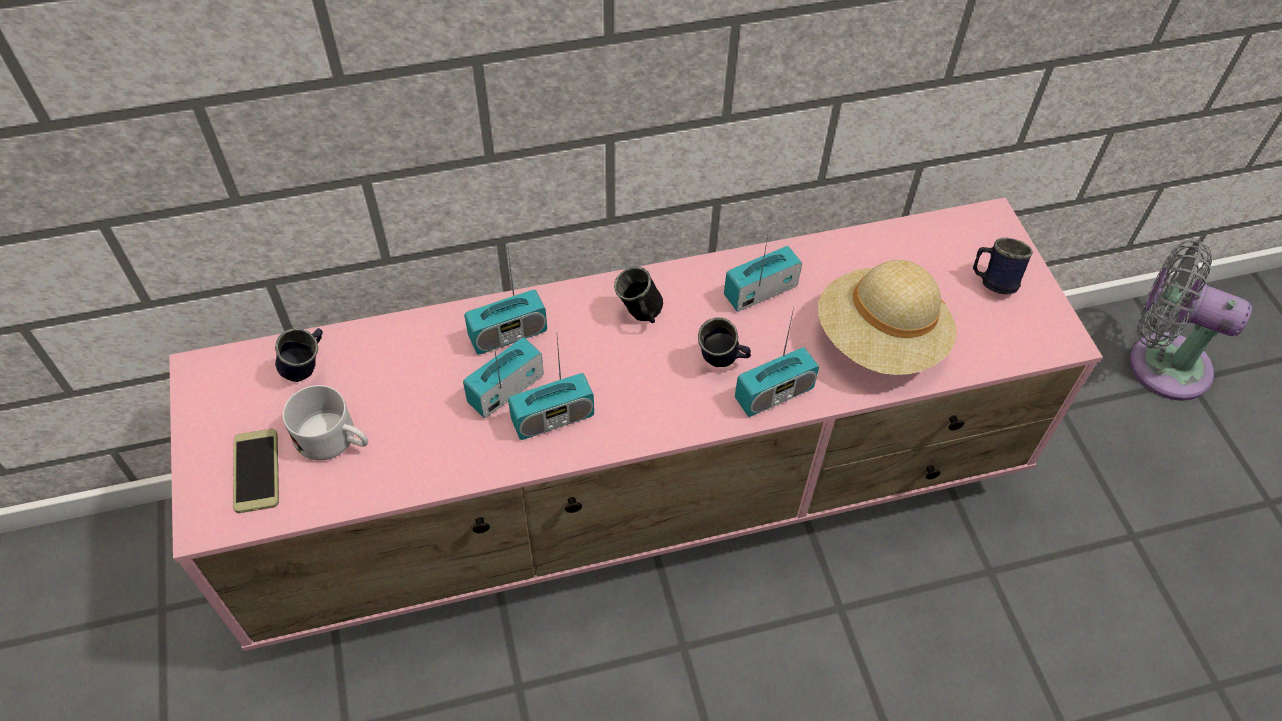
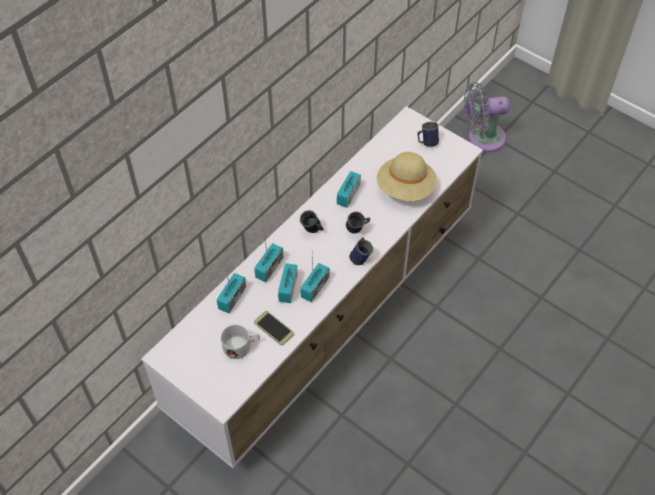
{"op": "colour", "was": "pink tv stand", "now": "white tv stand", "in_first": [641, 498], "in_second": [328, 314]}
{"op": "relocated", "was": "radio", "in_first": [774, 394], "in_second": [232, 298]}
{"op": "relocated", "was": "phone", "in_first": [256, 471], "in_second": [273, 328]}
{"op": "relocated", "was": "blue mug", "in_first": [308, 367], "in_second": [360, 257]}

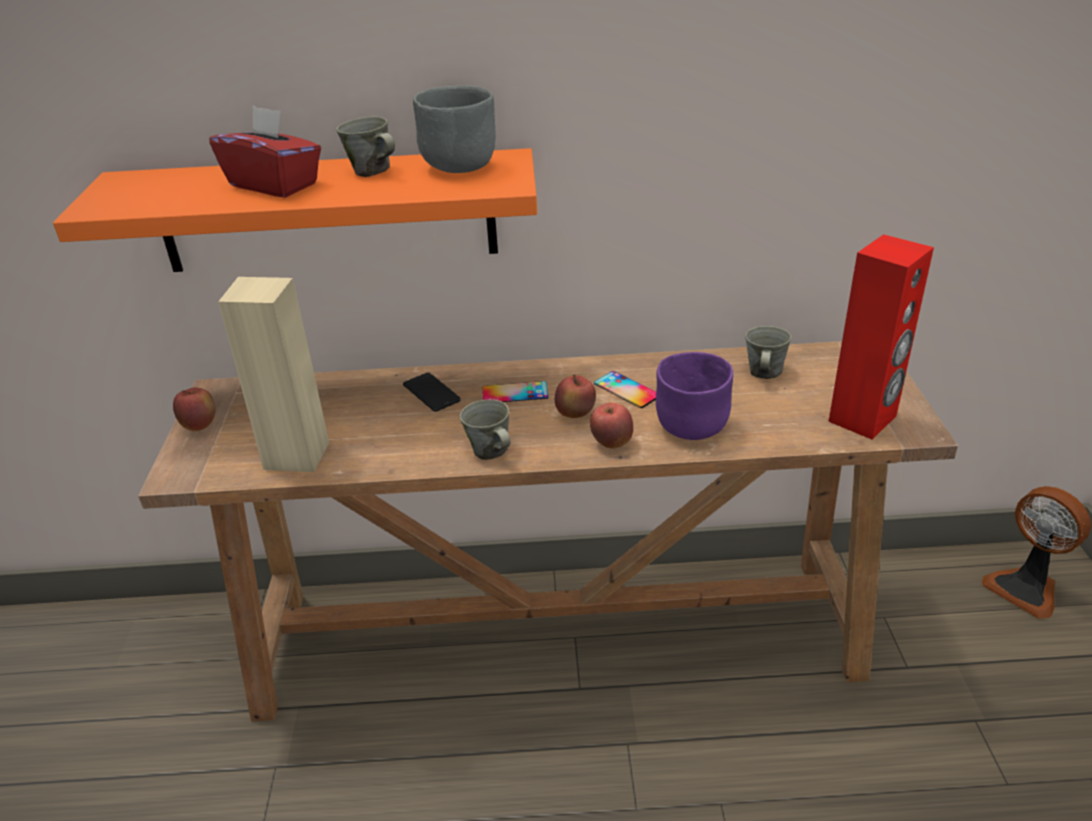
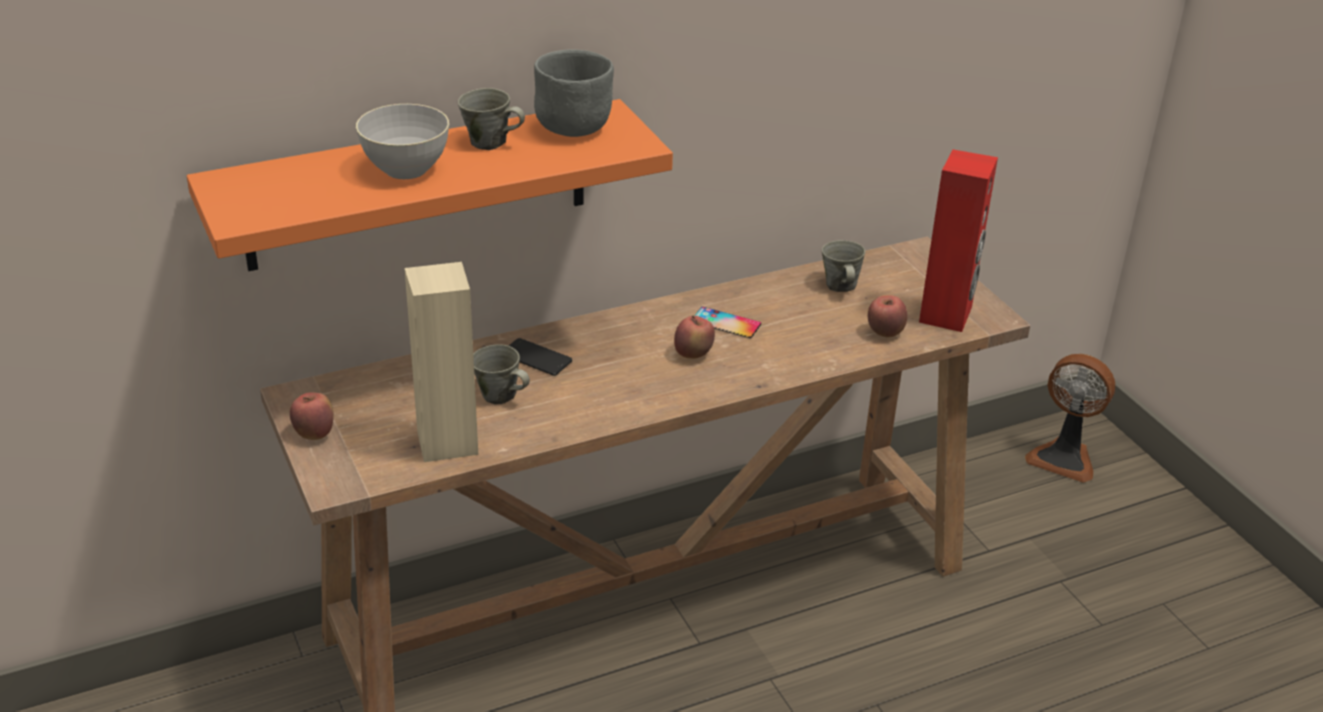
{"op": "exchanged", "was": "red tissue box", "now": "grey bowl", "in_first": [275, 185], "in_second": [405, 169]}
{"op": "relocated", "was": "grey mug", "in_first": [490, 451], "in_second": [500, 396]}
{"op": "relocated", "was": "apple", "in_first": [611, 443], "in_second": [885, 333]}
{"op": "missing", "was": "phone", "in_first": [515, 393]}
{"op": "missing", "was": "purple bowl", "in_first": [691, 427]}

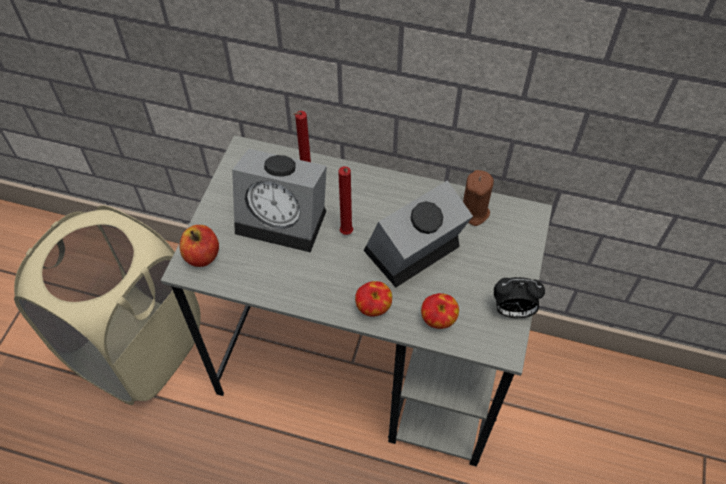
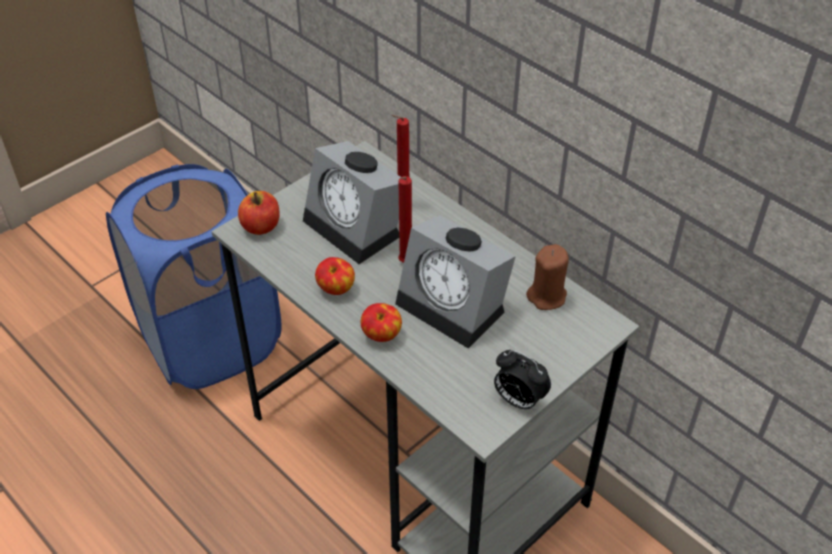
{"op": "colour", "was": "beige laundry basket", "now": "blue laundry basket", "in_first": [138, 348], "in_second": [211, 341]}
{"op": "relocated", "was": "apple", "in_first": [438, 319], "in_second": [336, 289]}
{"op": "spun", "was": "alarm clock", "in_first": [412, 253], "in_second": [455, 306], "clockwise": -135}

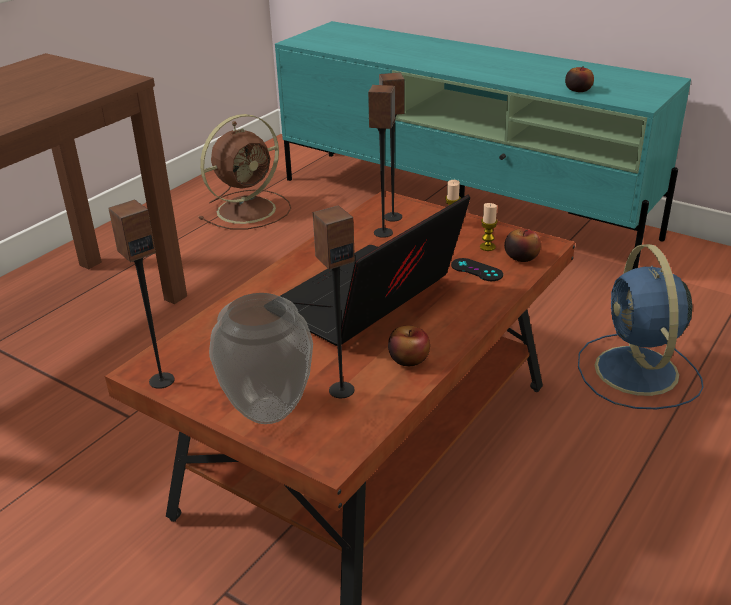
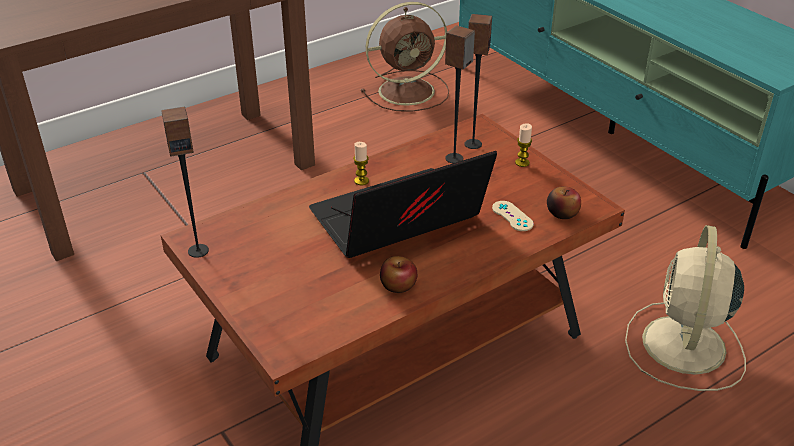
{"op": "relocated", "was": "candle", "in_first": [487, 247], "in_second": [361, 181]}
{"op": "colour", "was": "black game controller", "now": "beige game controller", "in_first": [476, 270], "in_second": [512, 216]}
{"op": "colour", "was": "blue fan", "now": "beige fan", "in_first": [637, 373], "in_second": [683, 347]}
{"op": "missing", "was": "vase", "in_first": [266, 411]}
{"op": "missing", "was": "speaker", "in_first": [341, 390]}
{"op": "missing", "was": "apple", "in_first": [578, 90]}

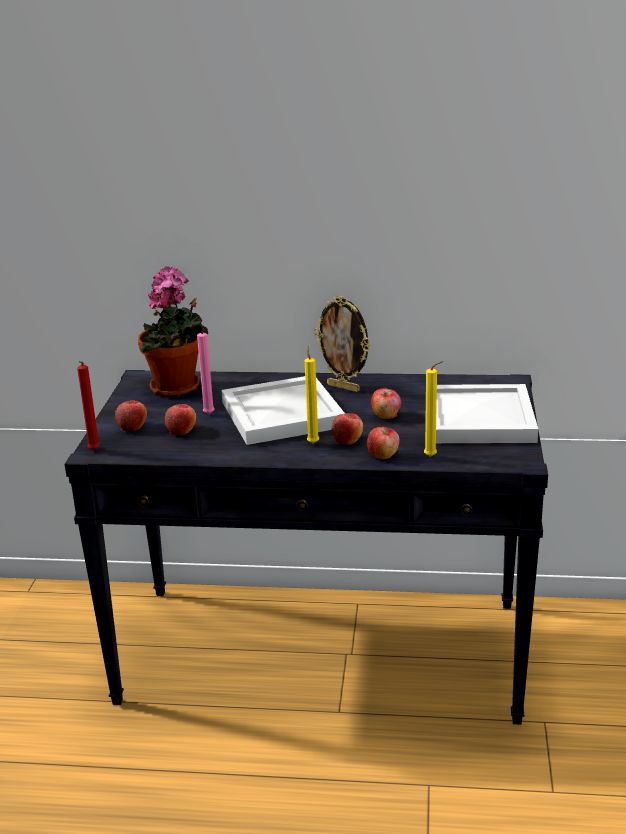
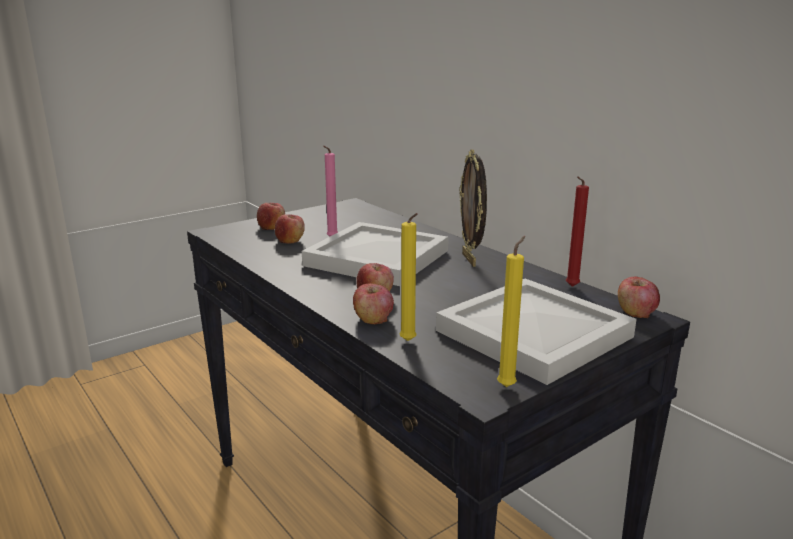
{"op": "relocated", "was": "yellow candle", "in_first": [313, 442], "in_second": [508, 385]}
{"op": "relocated", "was": "red candle", "in_first": [93, 451], "in_second": [570, 287]}
{"op": "relocated", "was": "apple", "in_first": [386, 415], "in_second": [636, 312]}
{"op": "missing", "was": "potted plant", "in_first": [178, 389]}

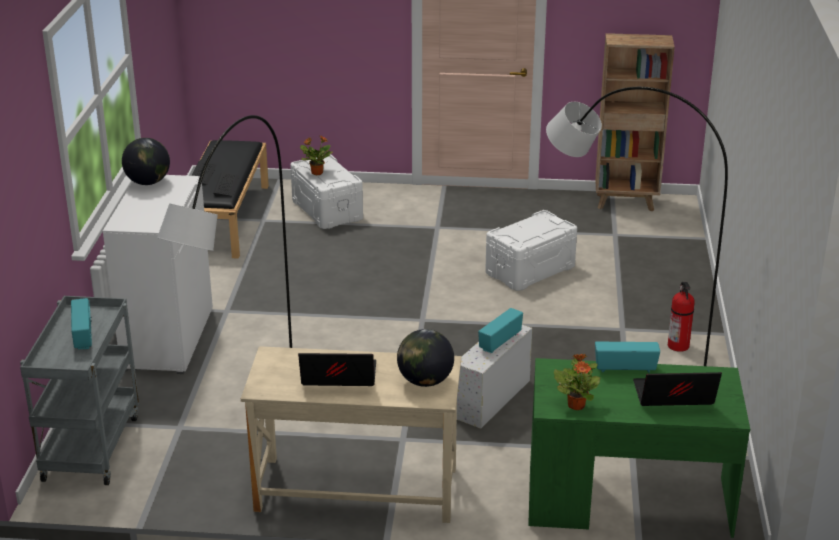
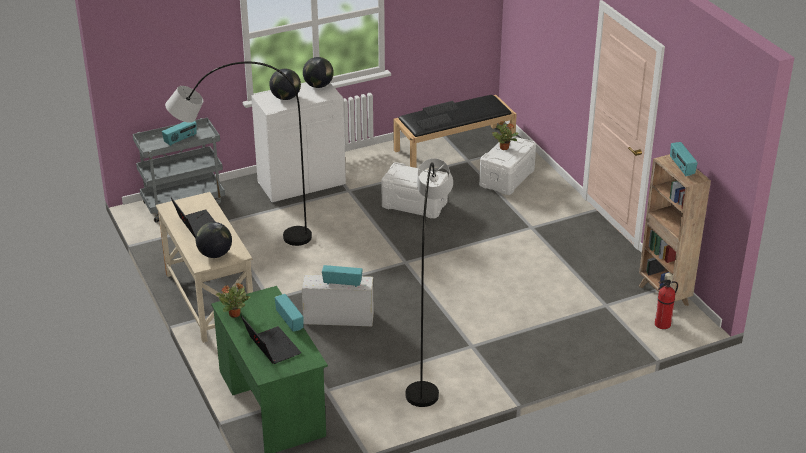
{"op": "appeared", "now": "globe", "in_second": [286, 98]}
{"op": "relocated", "was": "white storage box", "in_first": [530, 270], "in_second": [414, 205]}
{"op": "relocated", "was": "fire extinguisher", "in_first": [679, 346], "in_second": [662, 324]}
{"op": "appeared", "now": "radio", "in_second": [681, 167]}

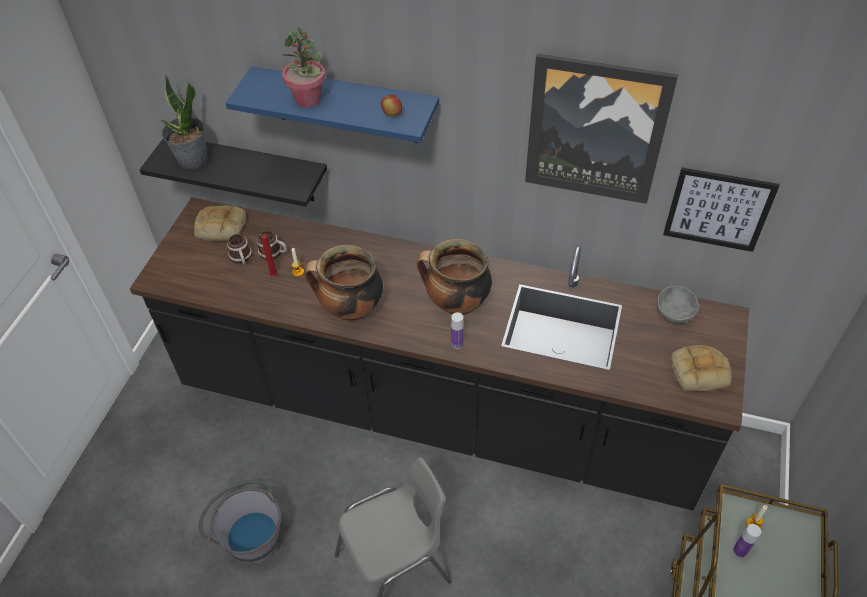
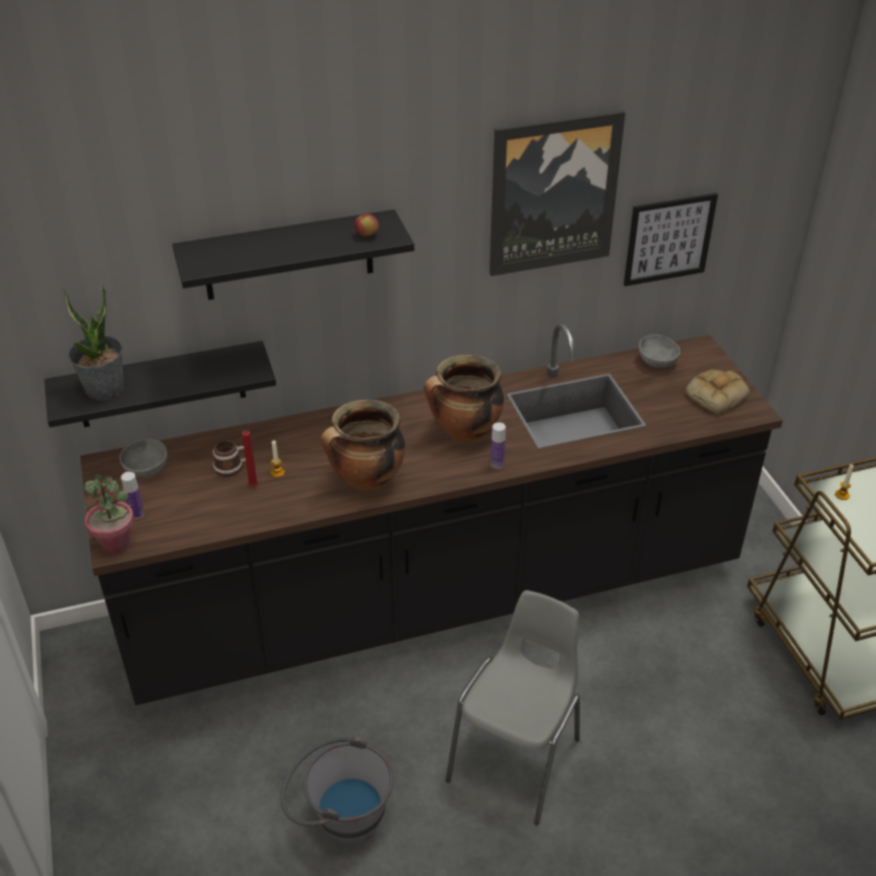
{"op": "relocated", "was": "potted plant", "in_first": [308, 99], "in_second": [116, 543]}
{"op": "exchanged", "was": "bread", "now": "grey bowl", "in_first": [220, 227], "in_second": [146, 469]}
{"op": "relocated", "was": "bottle", "in_first": [740, 551], "in_second": [137, 514]}
{"op": "colour", "was": "blue shelf", "now": "black shelf", "in_first": [346, 105], "in_second": [288, 255]}
{"op": "missing", "was": "mug", "in_first": [241, 258]}

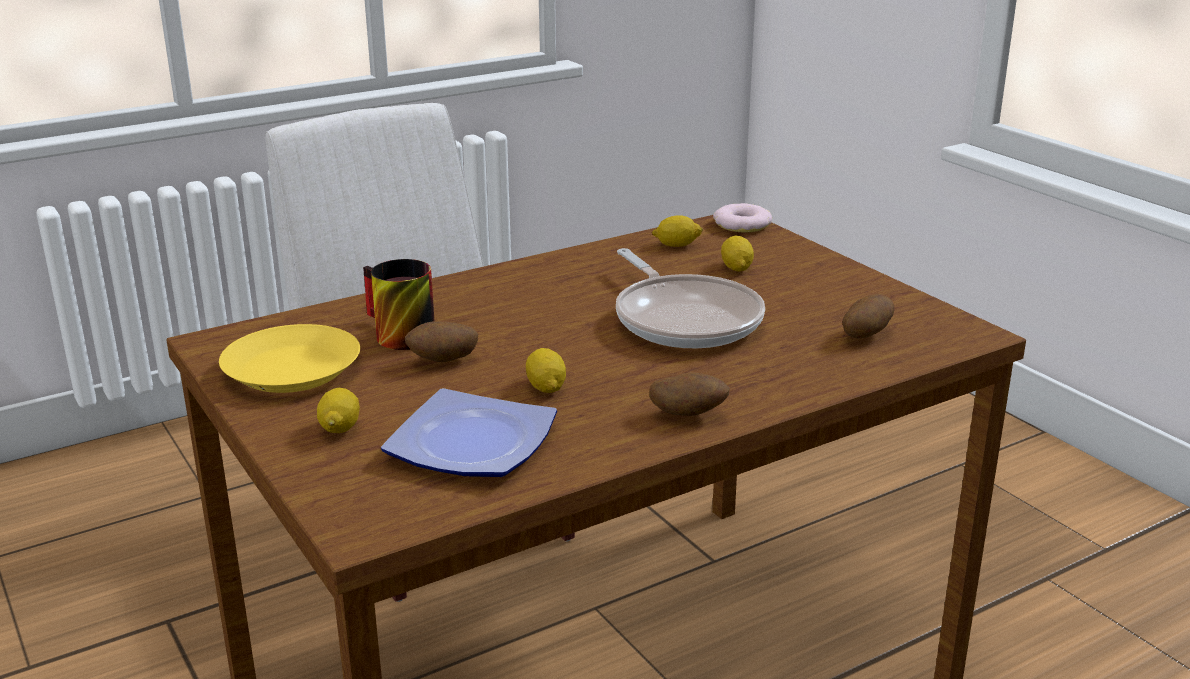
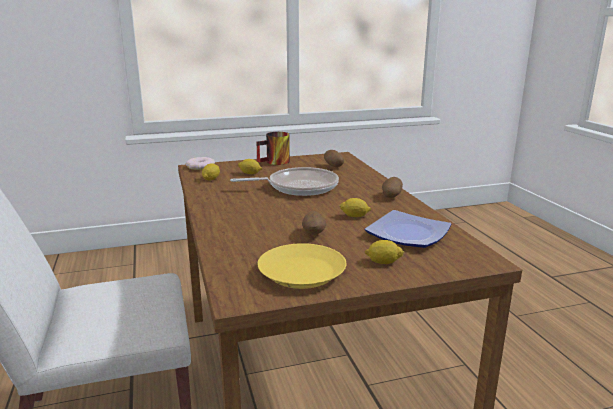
{"op": "relocated", "was": "mug", "in_first": [394, 335], "in_second": [275, 163]}

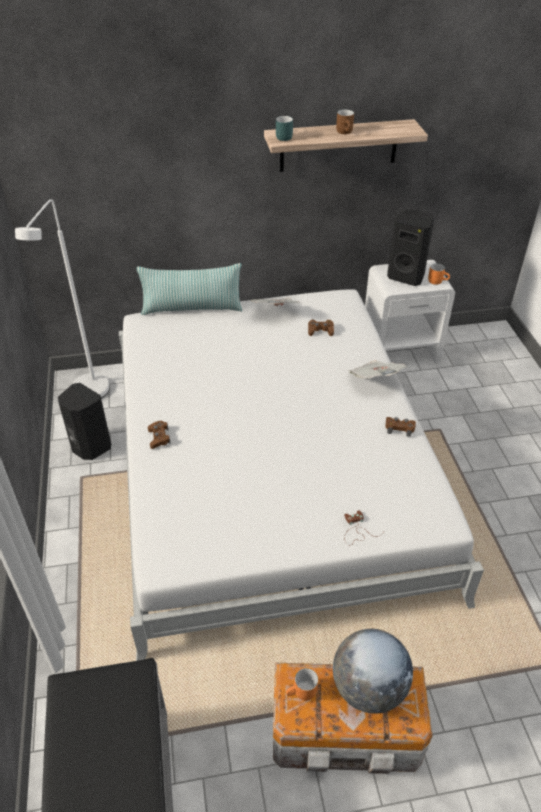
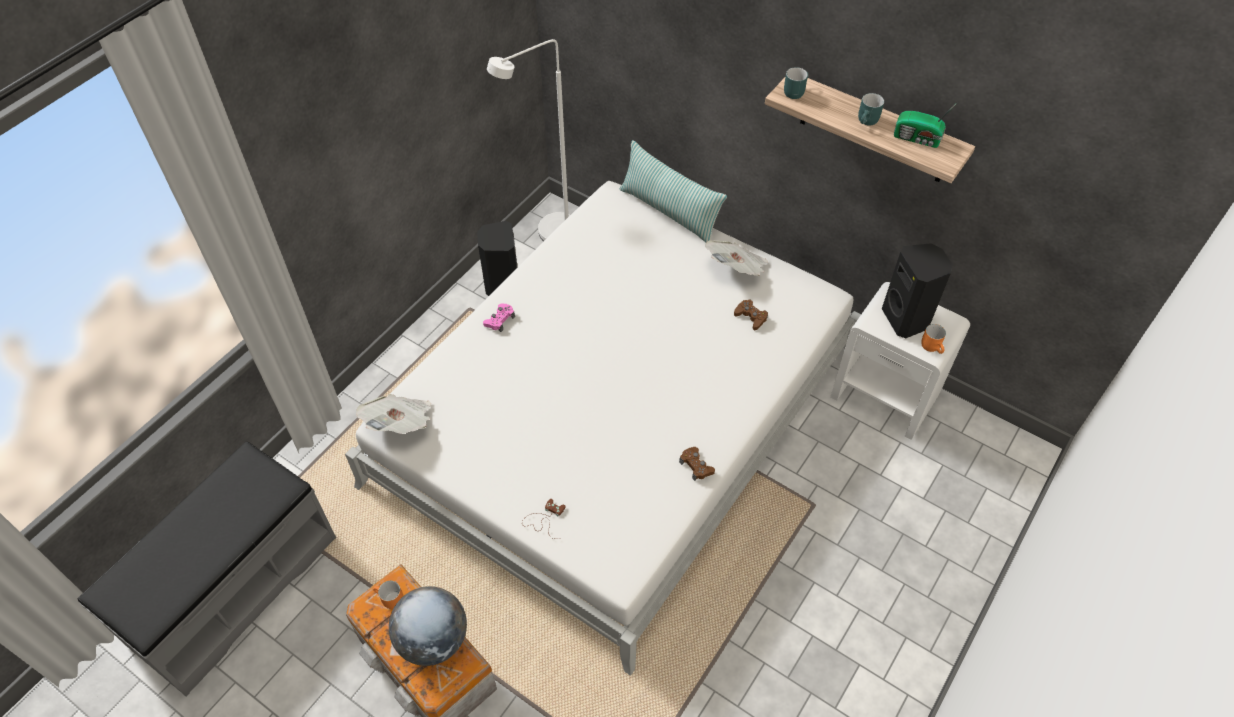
{"op": "relocated", "was": "newspaper", "in_first": [375, 380], "in_second": [400, 423]}
{"op": "colour", "was": "brown game controller", "now": "pink game controller", "in_first": [159, 437], "in_second": [499, 320]}
{"op": "colour", "was": "brown mug", "now": "turquoise mug", "in_first": [346, 132], "in_second": [868, 122]}
{"op": "appeared", "now": "radio", "in_second": [918, 139]}

